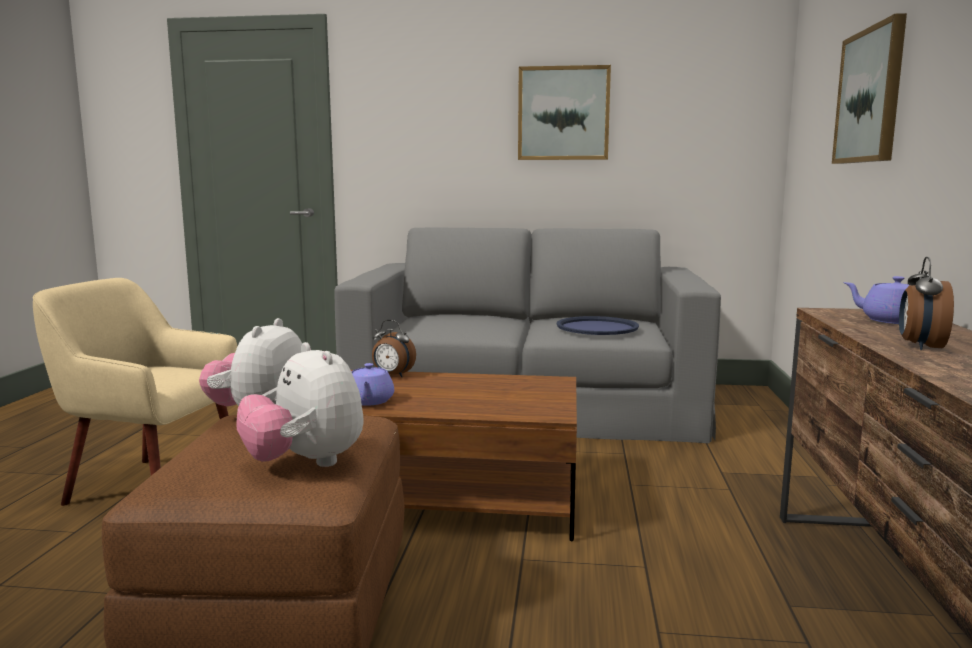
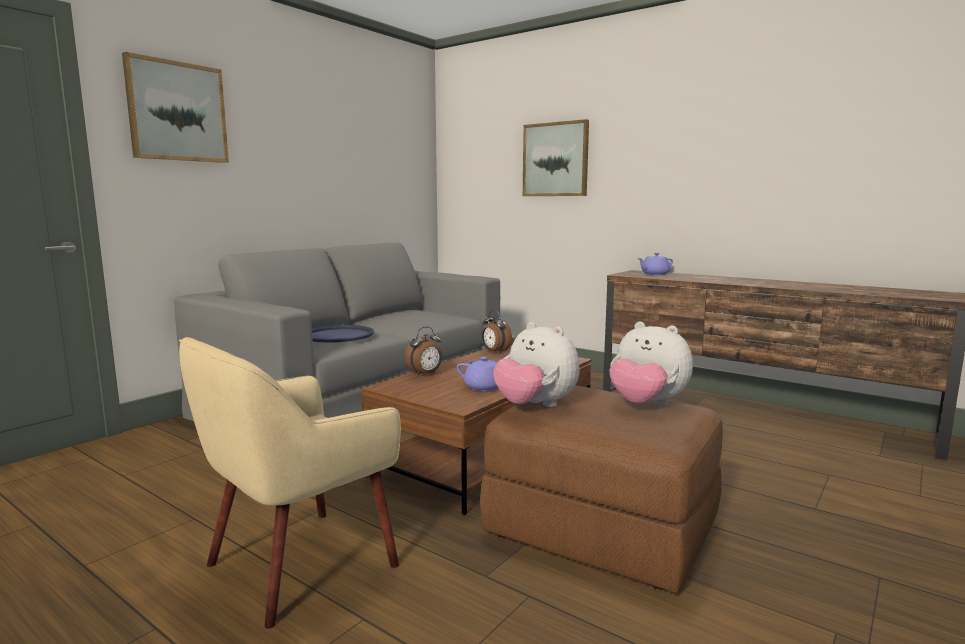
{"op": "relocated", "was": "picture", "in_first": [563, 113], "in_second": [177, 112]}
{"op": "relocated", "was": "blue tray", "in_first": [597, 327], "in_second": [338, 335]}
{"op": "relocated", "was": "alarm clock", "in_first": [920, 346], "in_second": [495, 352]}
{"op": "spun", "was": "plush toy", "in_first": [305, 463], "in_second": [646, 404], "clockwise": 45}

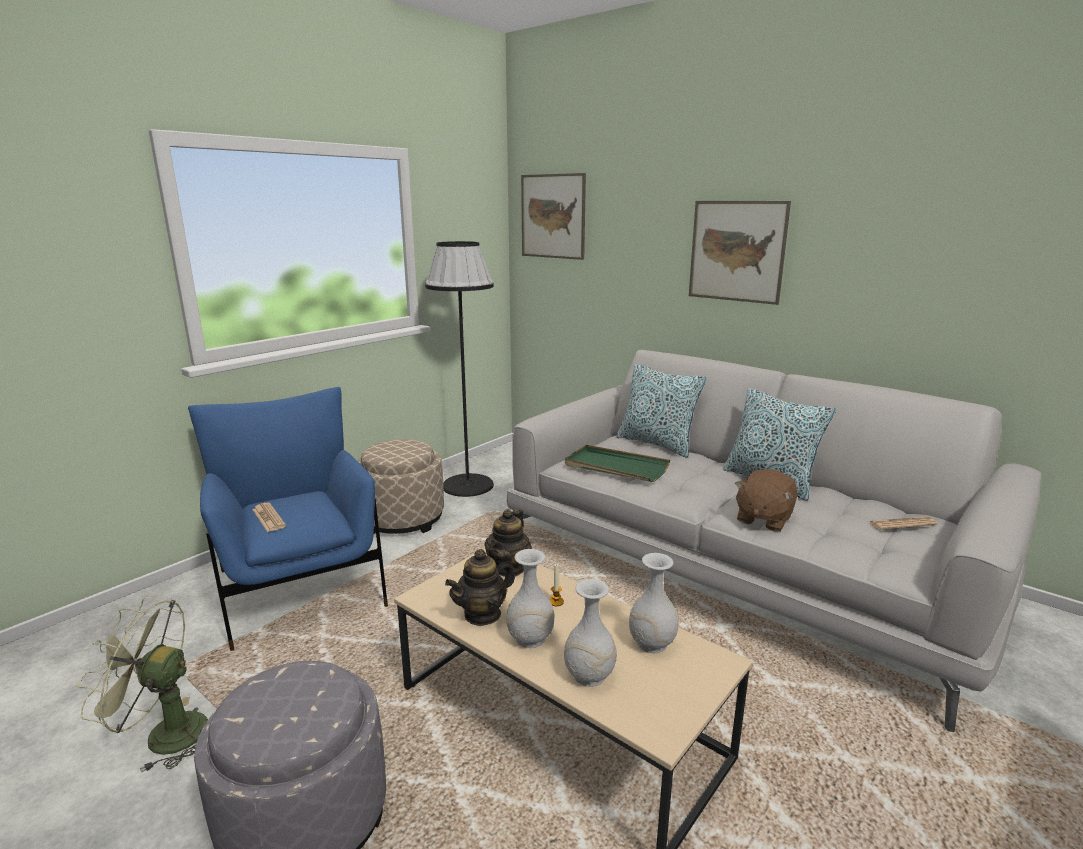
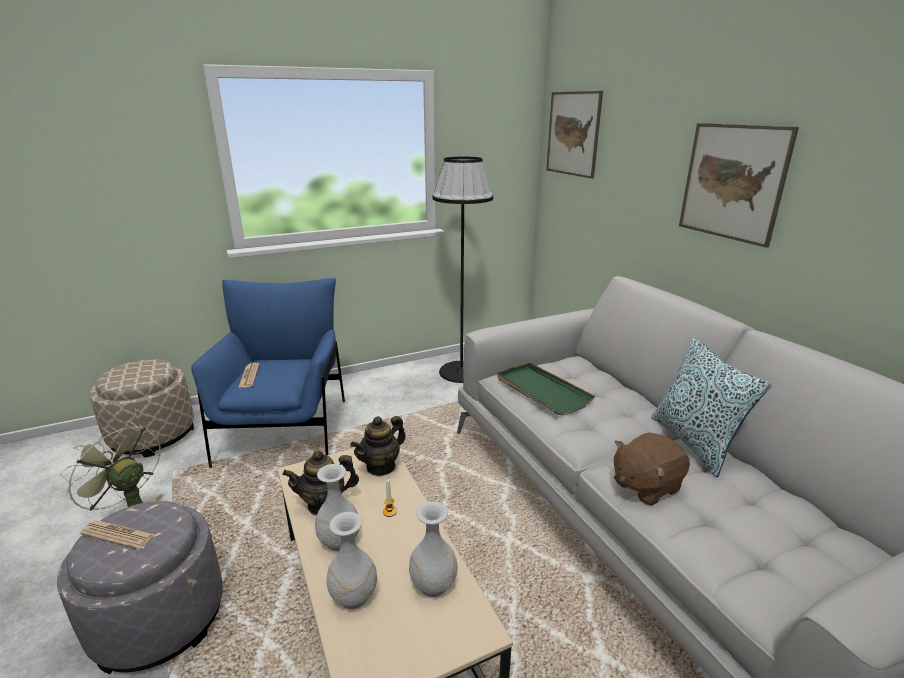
{"op": "relocated", "was": "newspaper", "in_first": [901, 524], "in_second": [118, 535]}
{"op": "relocated", "was": "beige ottoman", "in_first": [402, 518], "in_second": [153, 435]}
{"op": "missing", "was": "pillow", "in_first": [657, 444]}

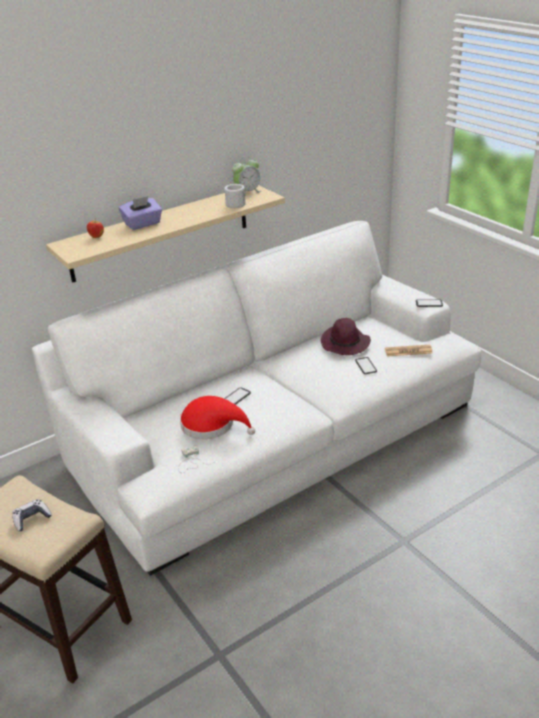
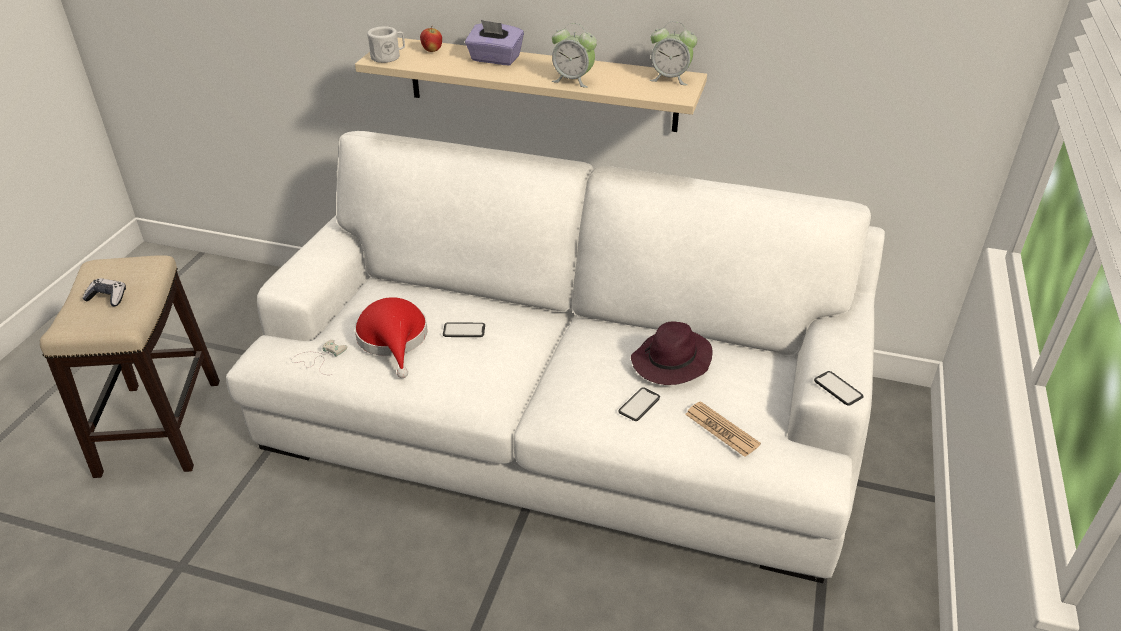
{"op": "relocated", "was": "white mug", "in_first": [236, 203], "in_second": [388, 56]}
{"op": "appeared", "now": "alarm clock", "in_second": [573, 80]}

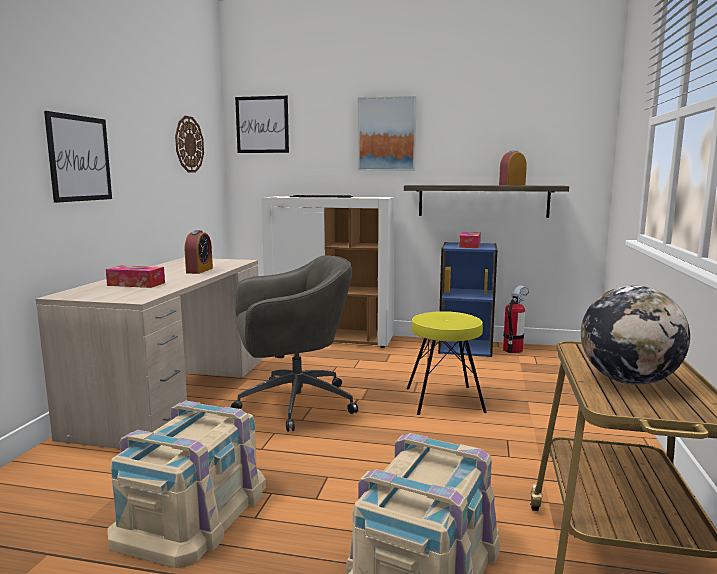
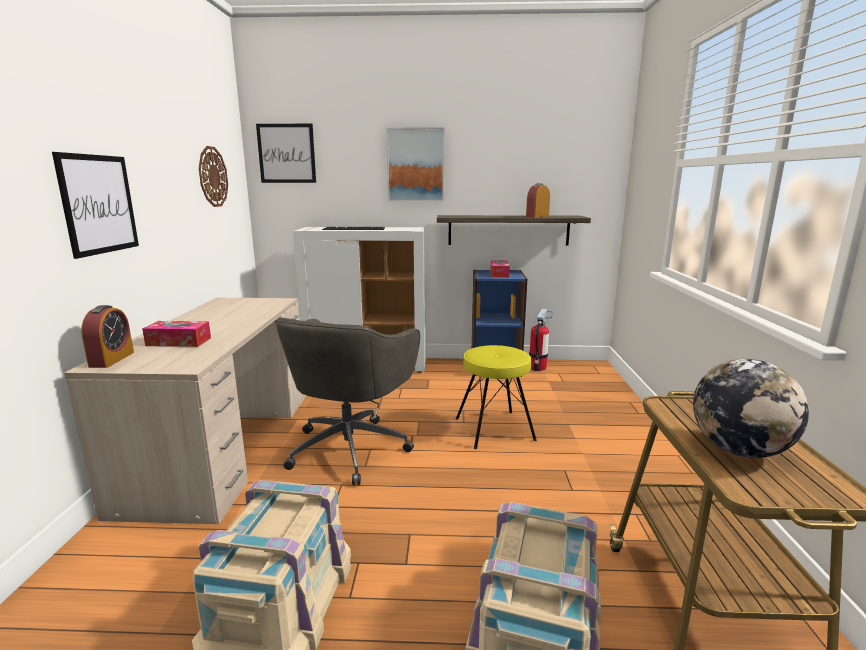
{"op": "relocated", "was": "alarm clock", "in_first": [199, 270], "in_second": [112, 359]}
{"op": "spun", "was": "grey office chair", "in_first": [293, 404], "in_second": [351, 447], "clockwise": 135}

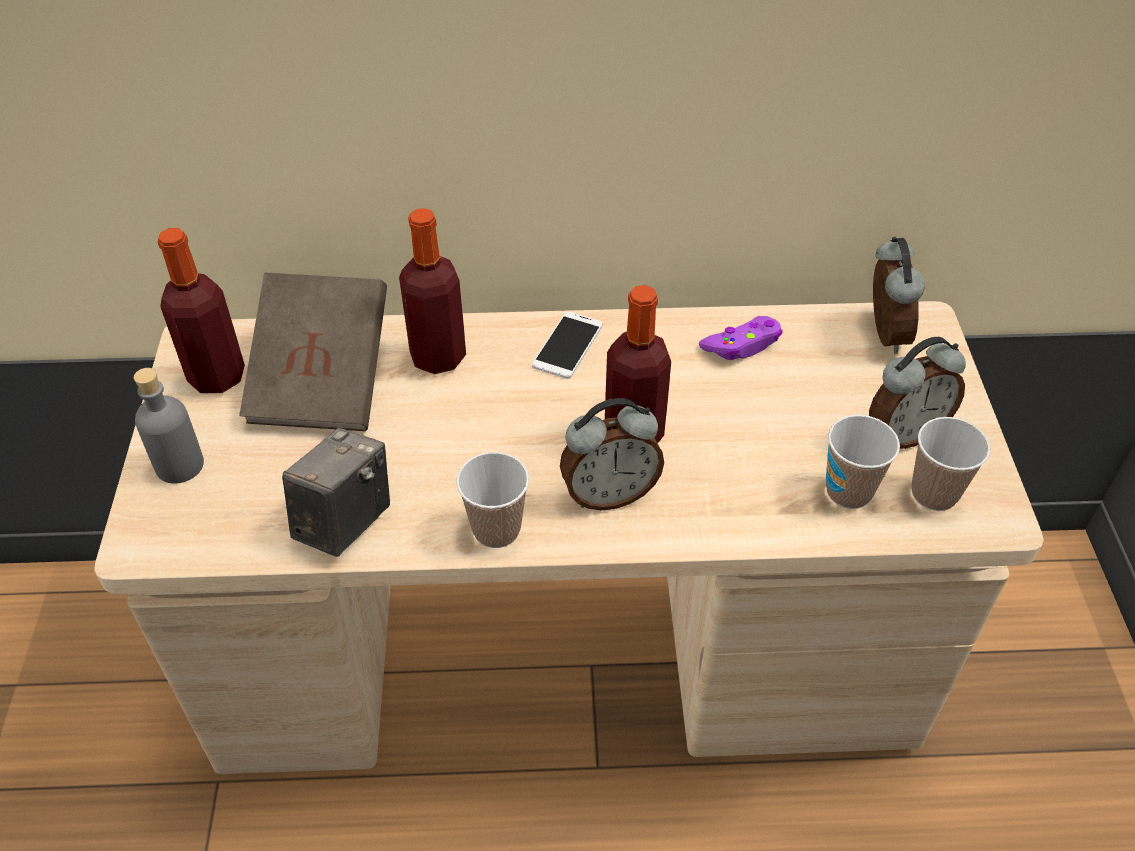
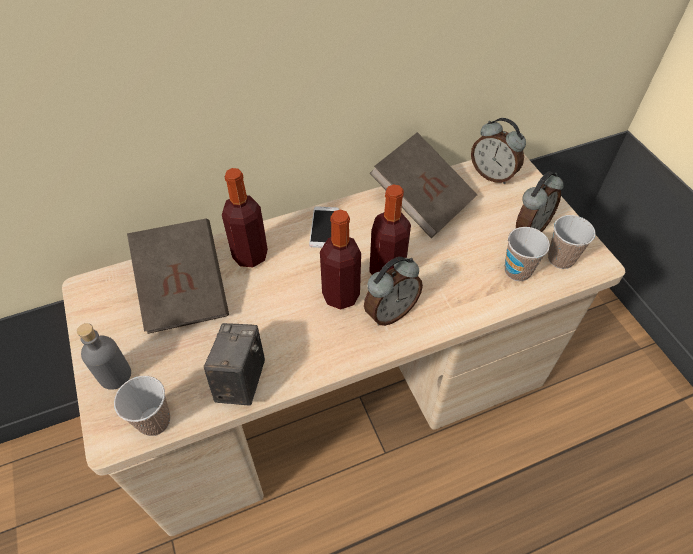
{"op": "relocated", "was": "cup", "in_first": [496, 529], "in_second": [154, 421]}
{"op": "relocated", "was": "bottle", "in_first": [217, 376], "in_second": [341, 295]}
{"op": "exchanged", "was": "purple game controller", "now": "brown book", "in_first": [742, 345], "in_second": [422, 201]}
{"op": "spun", "was": "alarm clock", "in_first": [882, 334], "in_second": [492, 175], "clockwise": 150}

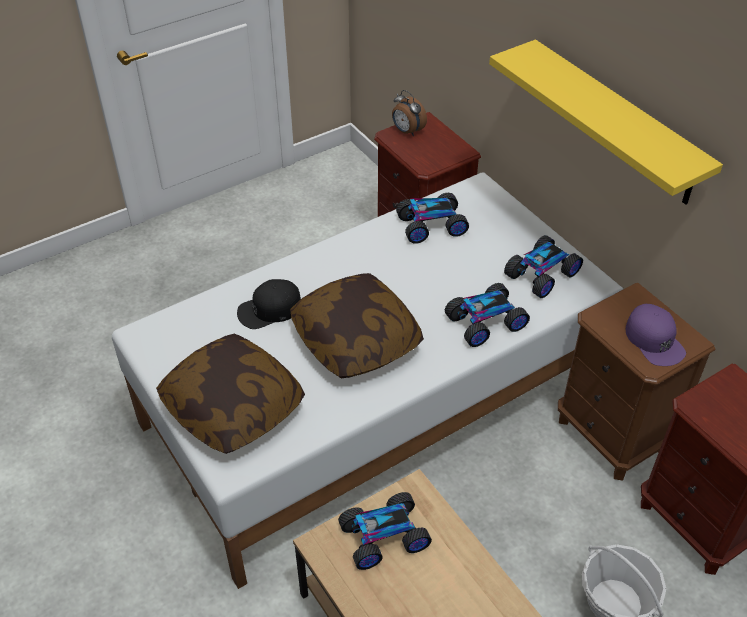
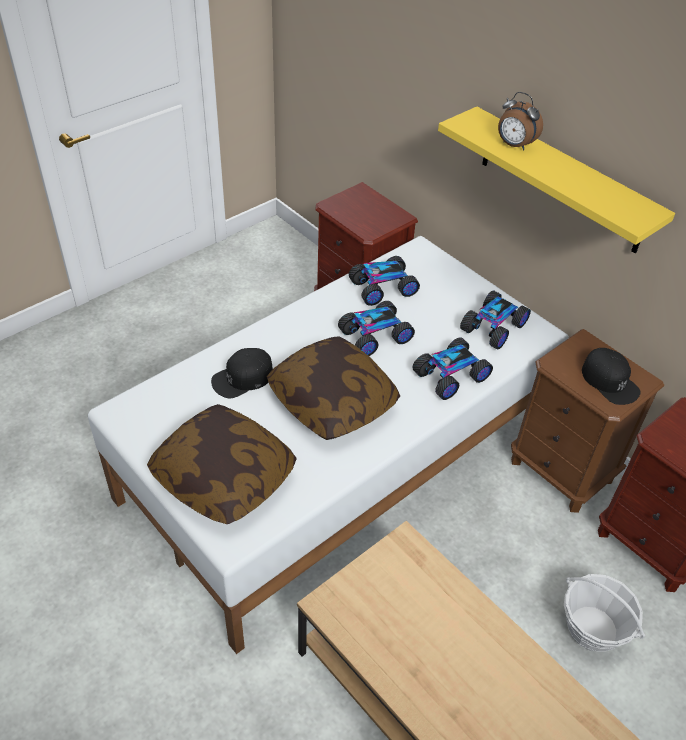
{"op": "relocated", "was": "toy car", "in_first": [384, 538], "in_second": [375, 337]}
{"op": "relocated", "was": "alarm clock", "in_first": [407, 131], "in_second": [514, 145]}
{"op": "colour", "was": "purple cap", "now": "black cap", "in_first": [654, 340], "in_second": [610, 381]}

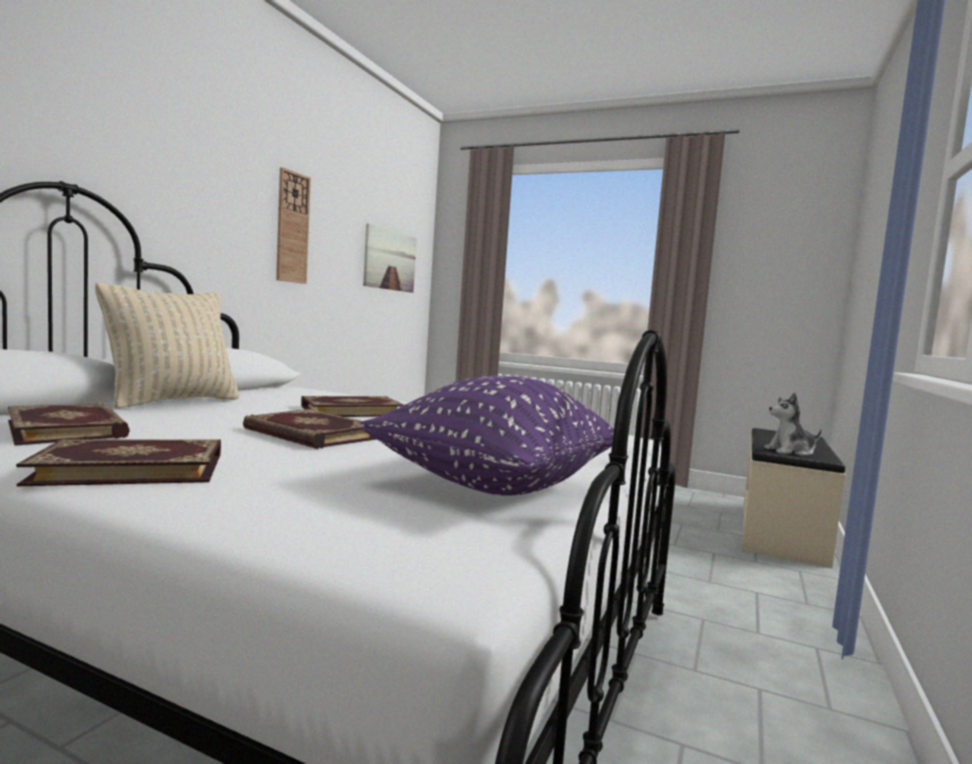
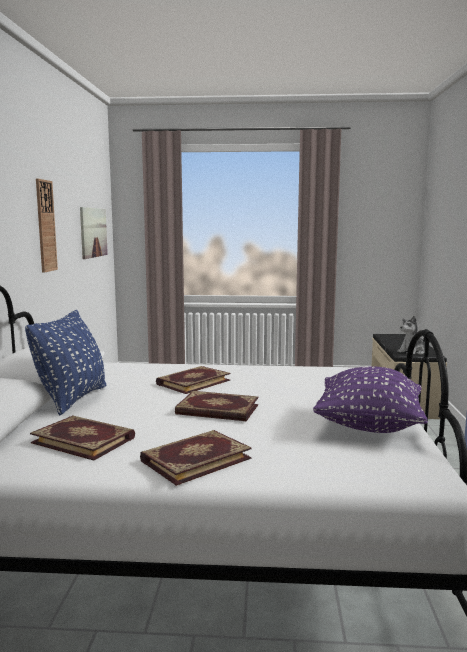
{"op": "colour", "was": "beige pillow", "now": "blue pillow", "in_first": [172, 401], "in_second": [73, 399]}

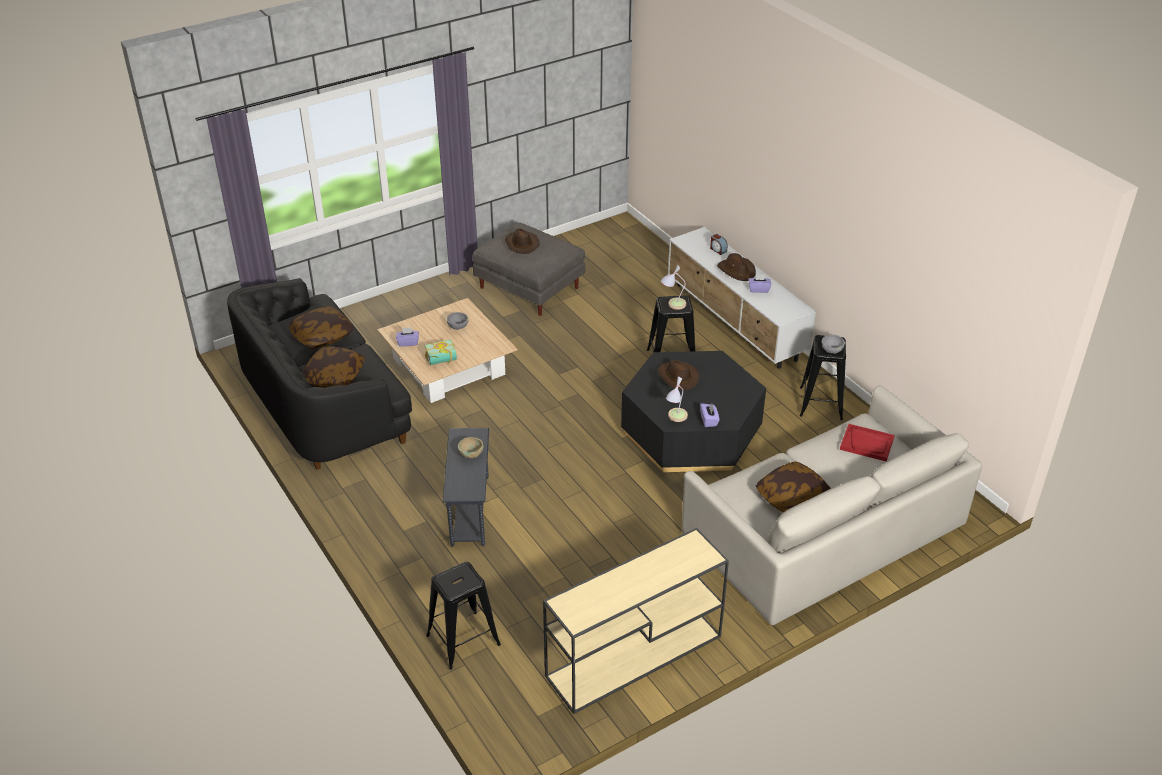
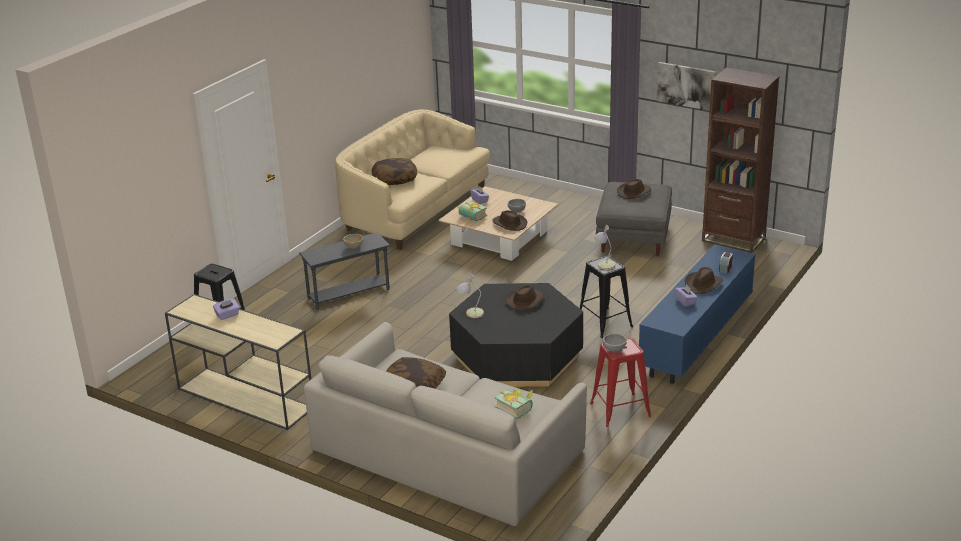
{"op": "relocated", "was": "purple tissue box", "in_first": [709, 420], "in_second": [227, 315]}
{"op": "colour", "was": "black sofa", "now": "beige sofa", "in_first": [323, 404], "in_second": [415, 210]}
{"op": "appeared", "now": "brown hat", "in_second": [509, 224]}
{"op": "exchanged", "was": "red tray", "now": "book", "in_first": [867, 444], "in_second": [516, 408]}
{"op": "colour", "was": "black stool", "now": "red stool", "in_first": [821, 403], "in_second": [620, 410]}
{"op": "colour", "was": "white tv stand", "now": "blue tv stand", "in_first": [735, 322], "in_second": [695, 338]}
{"op": "appeared", "now": "picture", "in_second": [686, 85]}
{"op": "appeared", "now": "brown bookcase", "in_second": [733, 239]}
{"op": "missing", "was": "pillow", "in_first": [322, 336]}

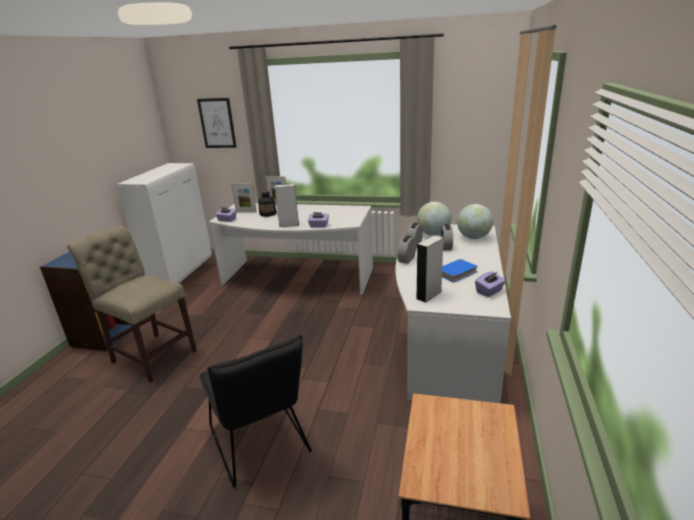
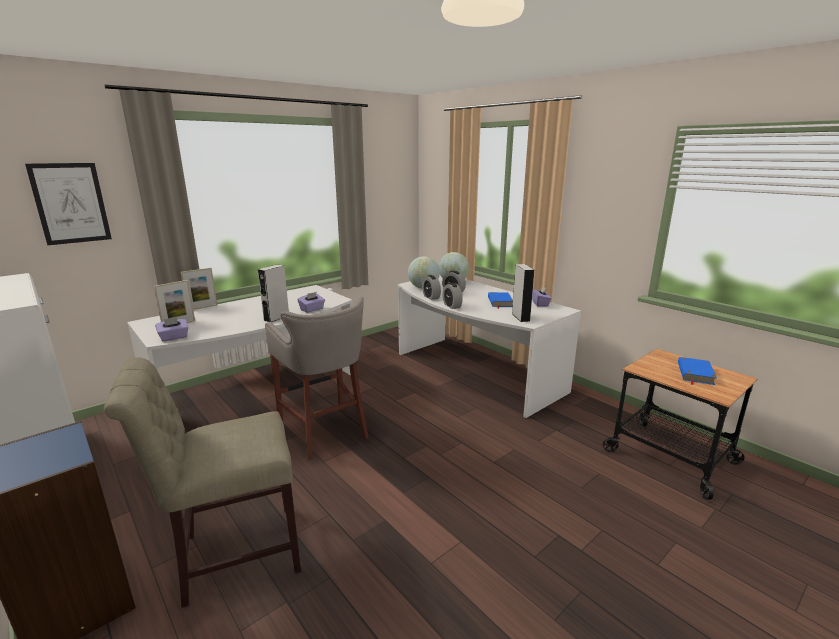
{"op": "appeared", "now": "grey stool", "in_second": [325, 433]}
{"op": "appeared", "now": "blue book", "in_second": [695, 373]}
{"op": "missing", "was": "black chair", "in_first": [261, 445]}
{"op": "missing", "was": "bottle", "in_first": [268, 214]}

